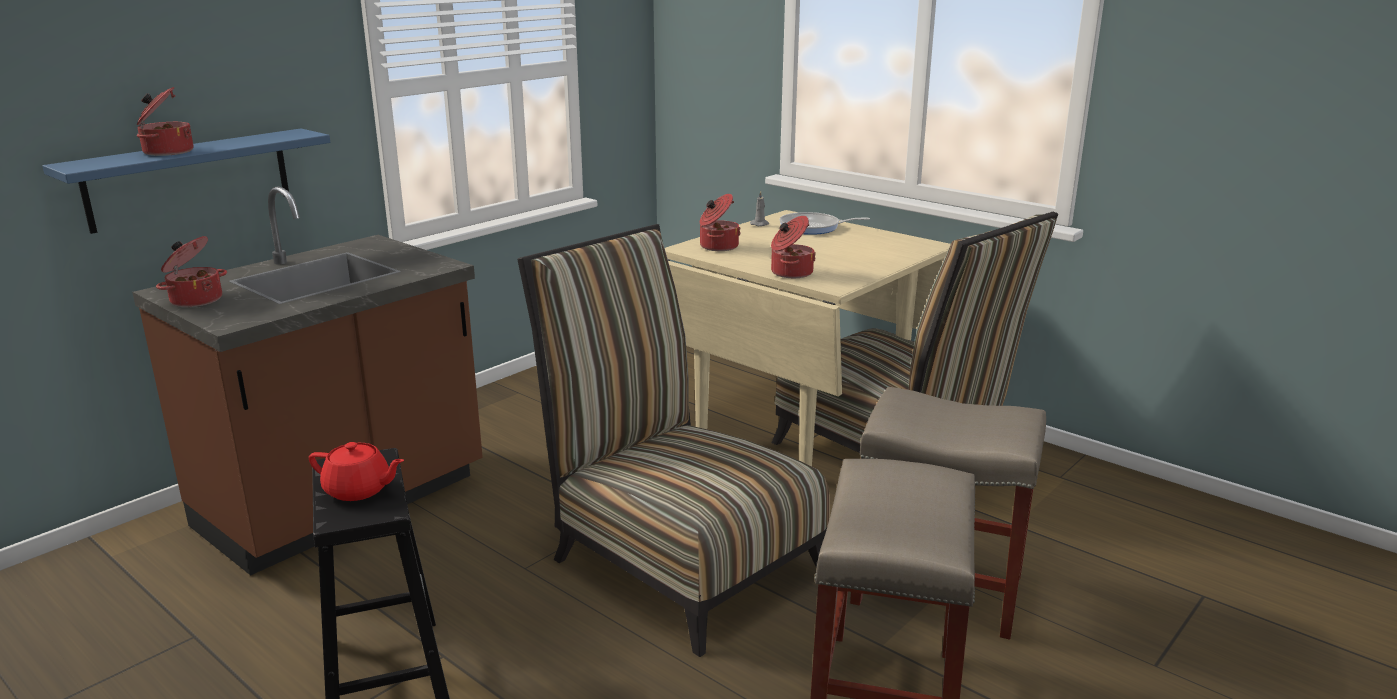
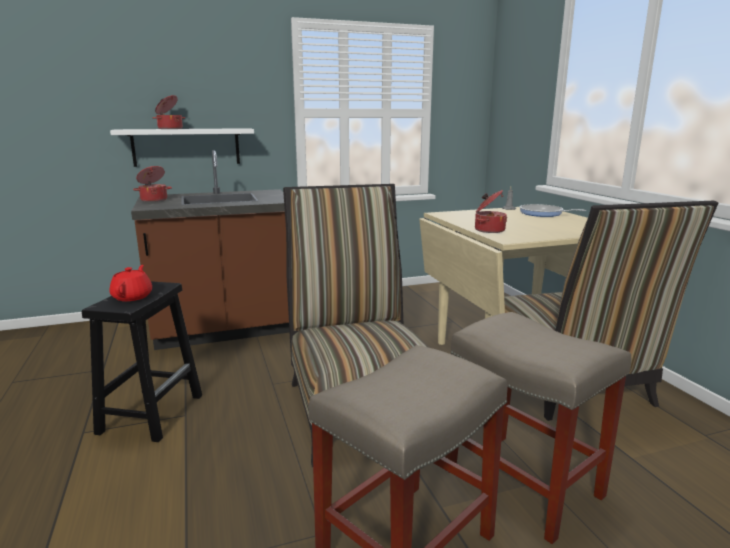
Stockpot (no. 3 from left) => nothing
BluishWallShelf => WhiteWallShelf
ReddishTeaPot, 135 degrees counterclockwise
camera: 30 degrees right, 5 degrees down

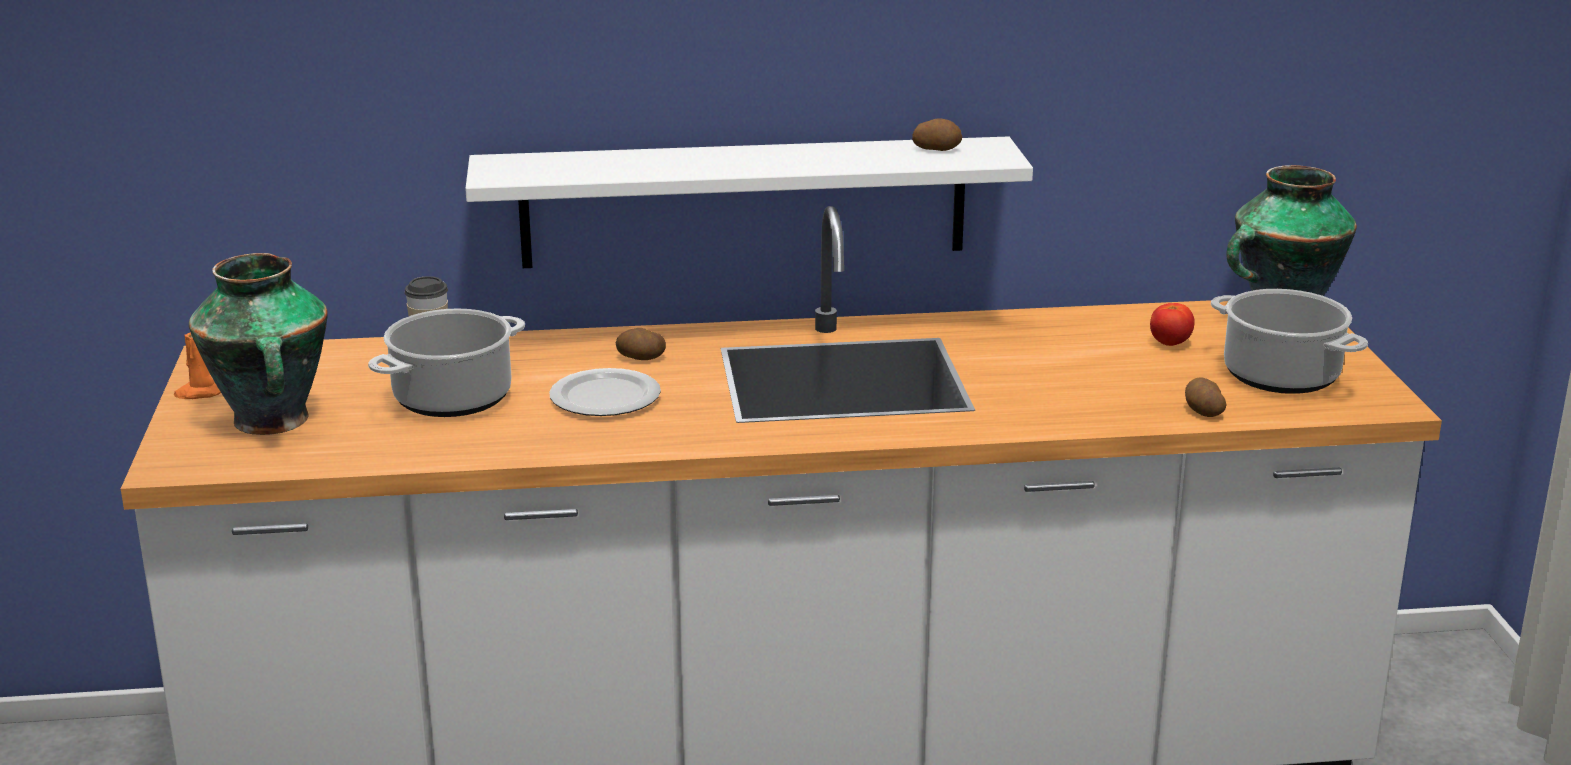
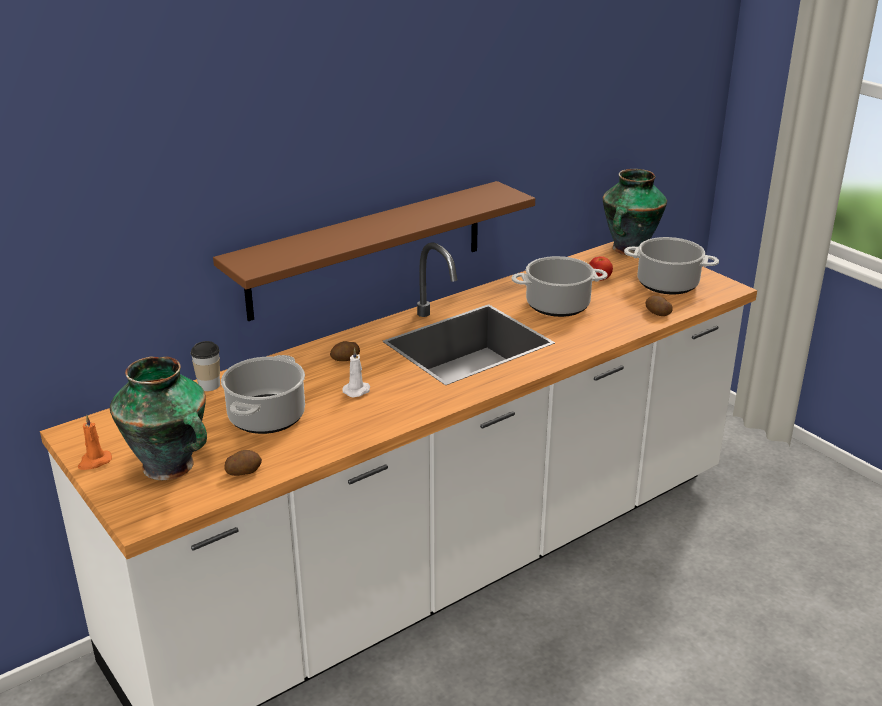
nothing => Stockpot (no. 2 from left)
WholePotato (no. 2 from left in the first image) => WholePotato (no. 1 from left), shifted
FlatDish => WhiteWaxCandle
WhiteWallShelf => BrownishWallShelf
camera: 30 degrees left, 5 degrees up

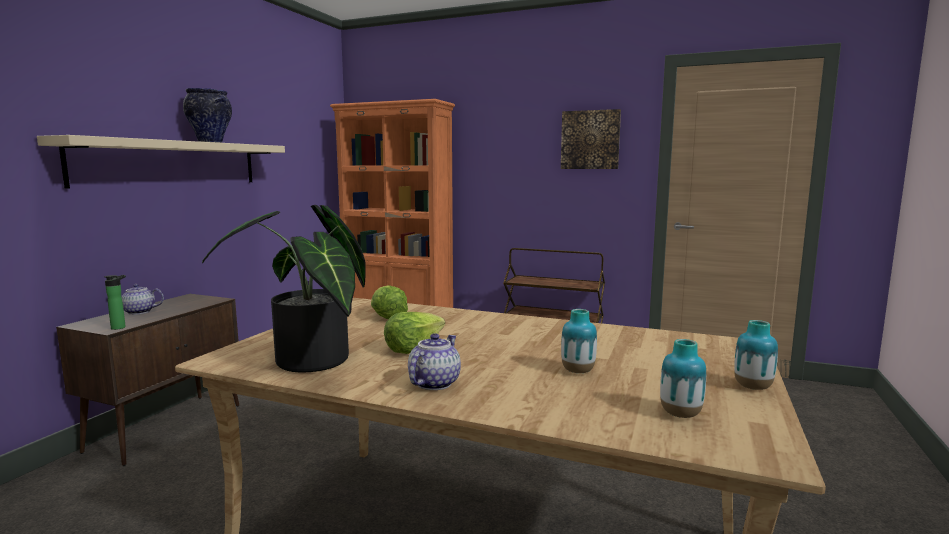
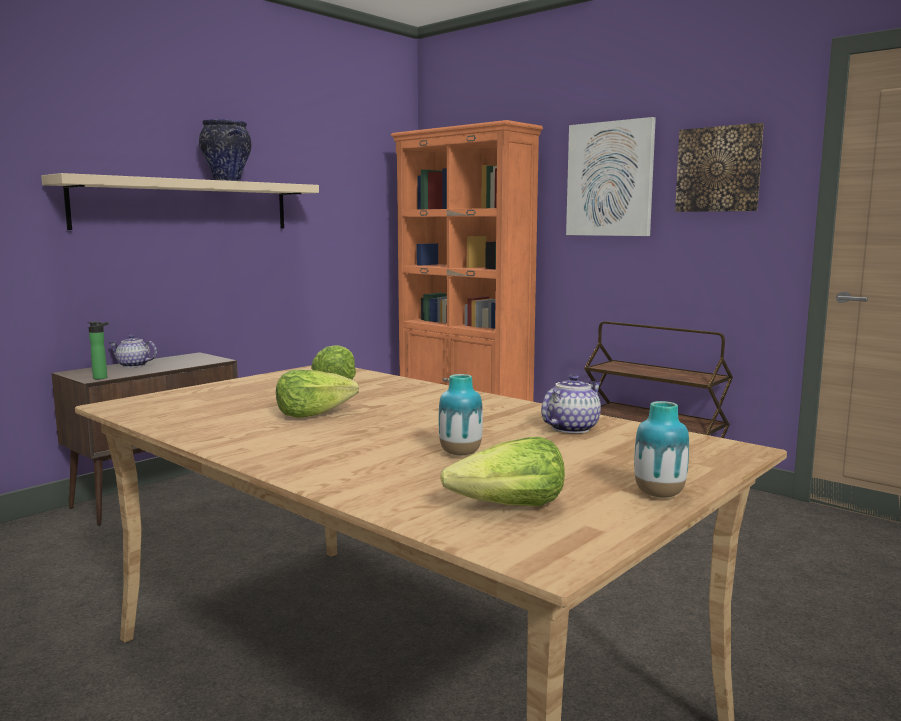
PottedPlant => nothing
nothing => Picture (no. 1 from left)
TeaPot (no. 2 from left), shifted
DecorativeVase (no. 3 from left) => Lettuce (no. 3 from left)
camera: 20 degrees right, 0 degrees up

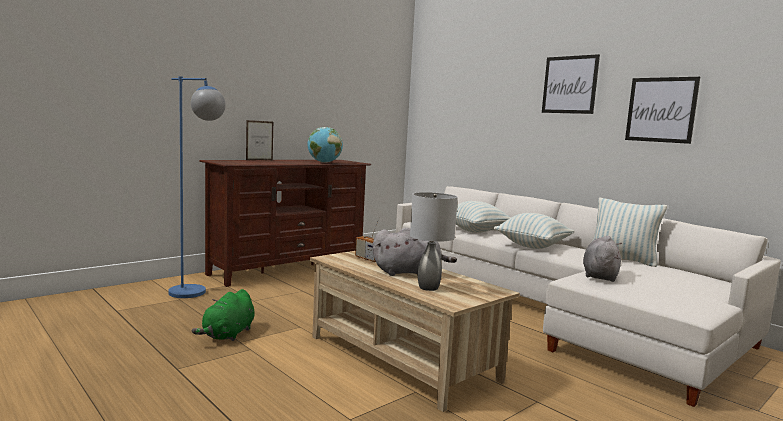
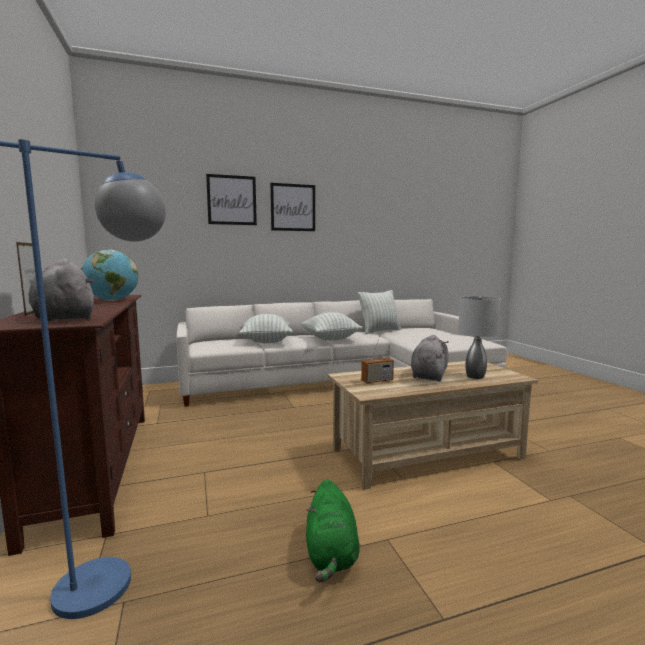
GreyCuddlyToy (no. 2 from left in the first image) => GreyCuddlyToy (no. 1 from left), shifted
Picture (no. 2 from left in the first image) => Picture (no. 1 from left), shifted
GreenColouredCuddlyToy, 45 degrees clockwise
camera: 65 degrees left, 0 degrees up

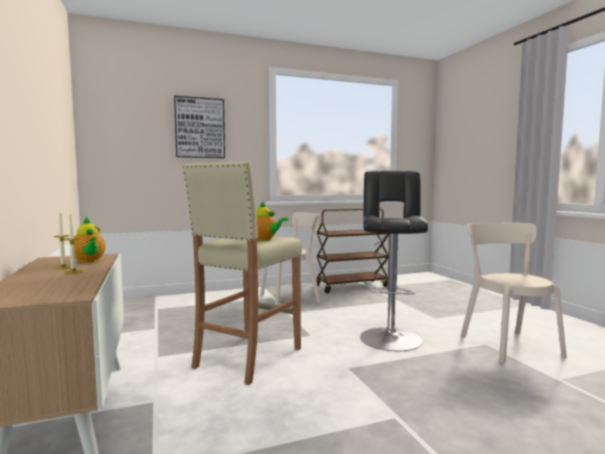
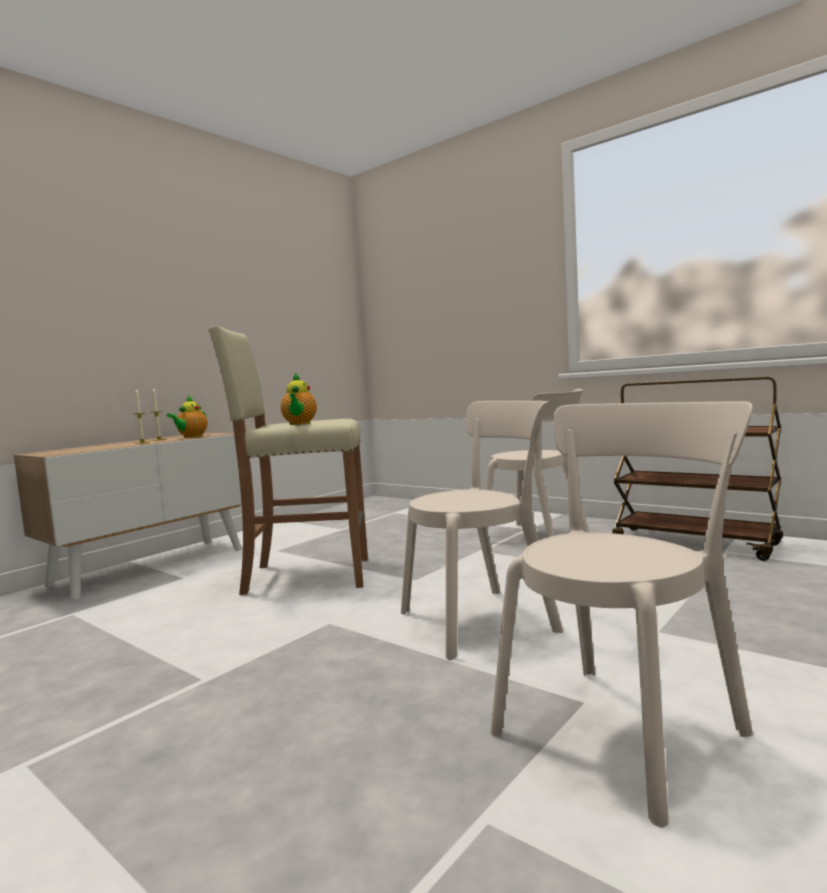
Picture => nothing
BlackColouredStoolSeat => SandColouredChair (no. 1 from left)
camera: 60 degrees right, 0 degrees up

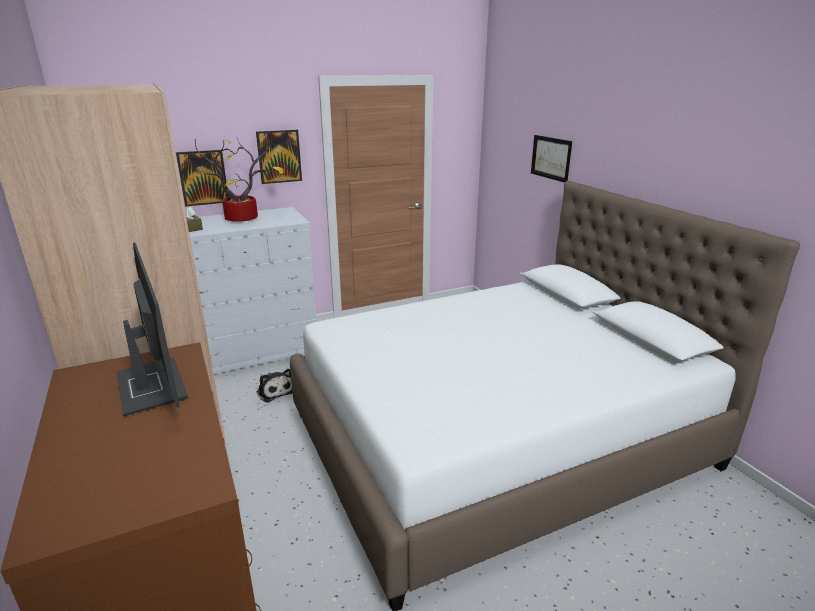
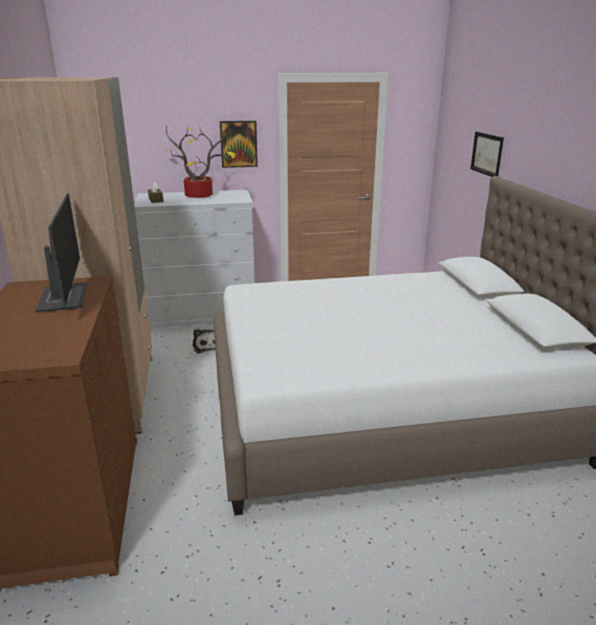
Picture (no. 1 from left) => nothing
camera: 15 degrees right, 0 degrees up

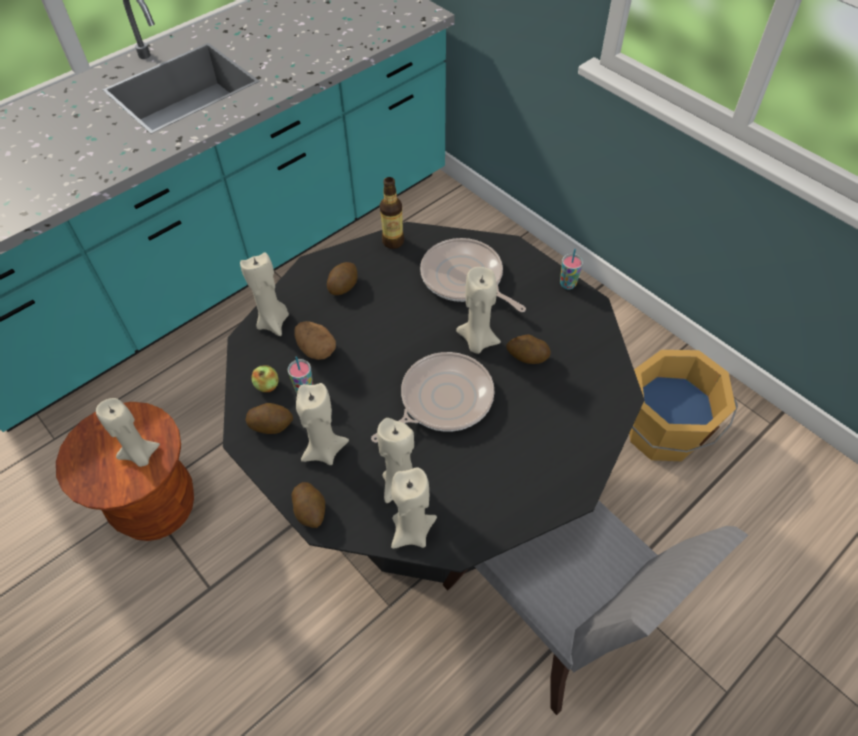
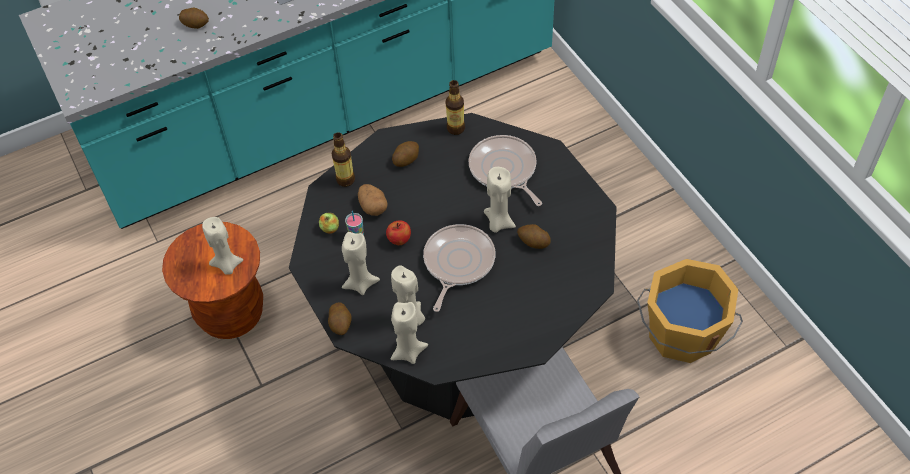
SmallCup (no. 2 from left) => nothing
nothing => Apple (no. 2 from left)
WholePotato (no. 1 from left), shifted
SandColouredWaxCandle (no. 2 from left) => Bottle (no. 1 from left)
FryingPan (no. 1 from left), 45 degrees counterclockwise
camera: 15 degrees right, 0 degrees up

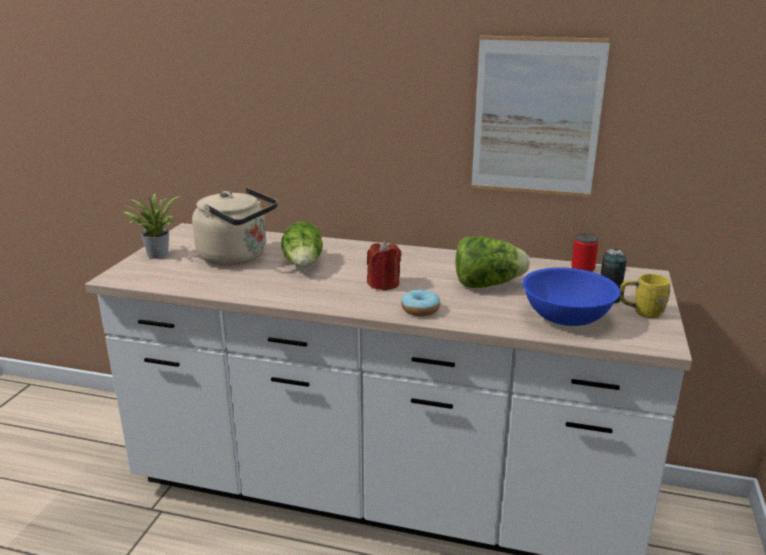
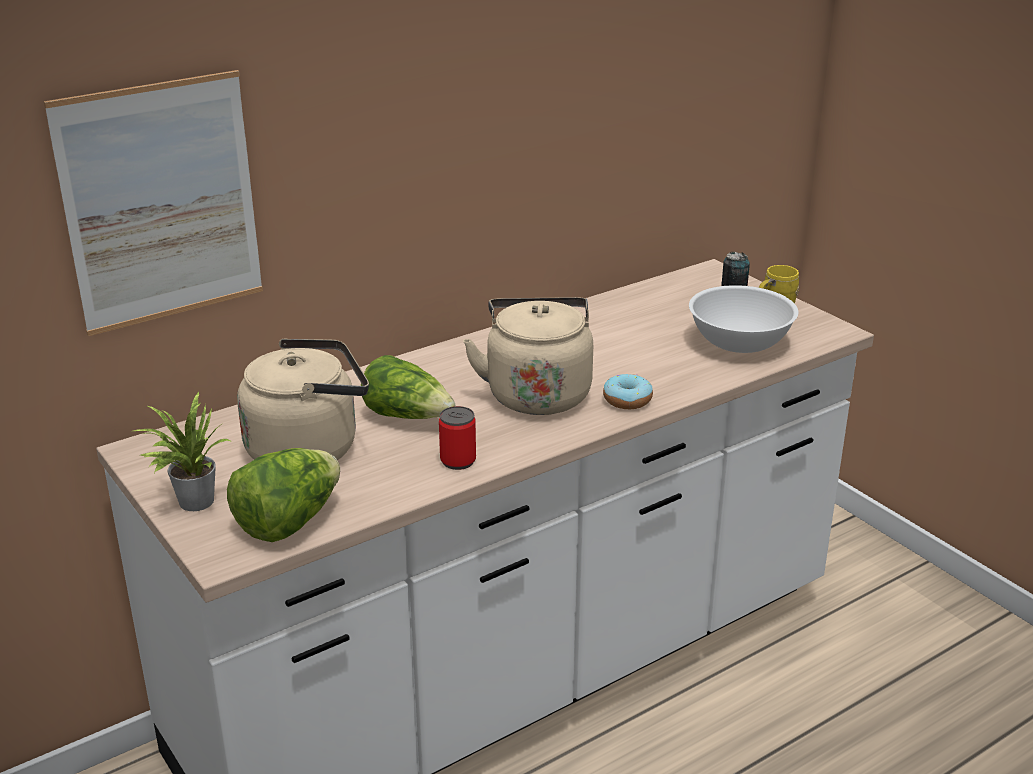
Lettuce (no. 2 from left in the first image) => Lettuce (no. 1 from left), shifted
Picture, shifted
SealedCan (no. 1 from left), shifted
ReddishWaxCandle => SandColouredTeaKettle (no. 2 from left)
BluishDeepDish => WhiteDeepDish
camera: 50 degrees left, 5 degrees up

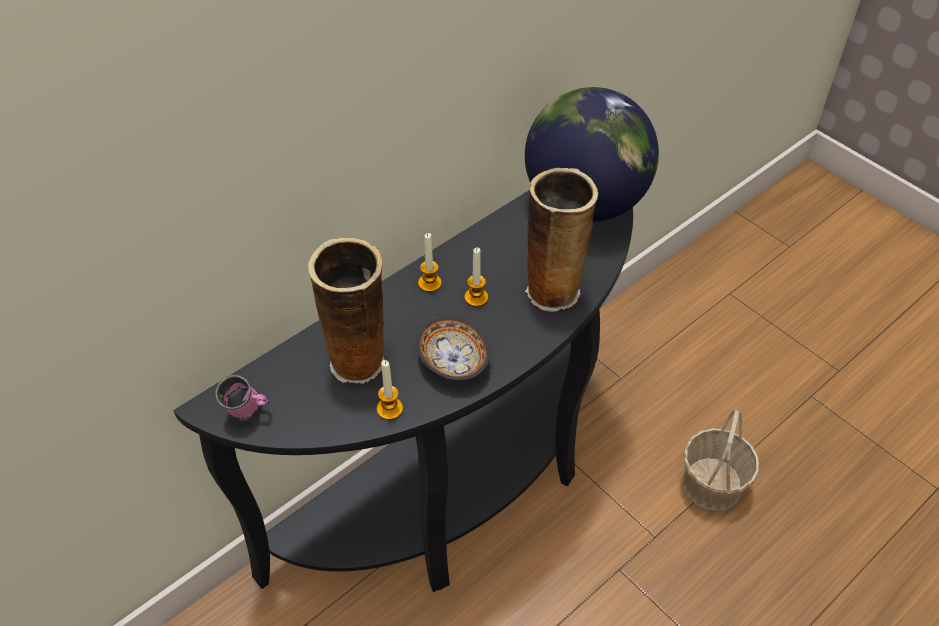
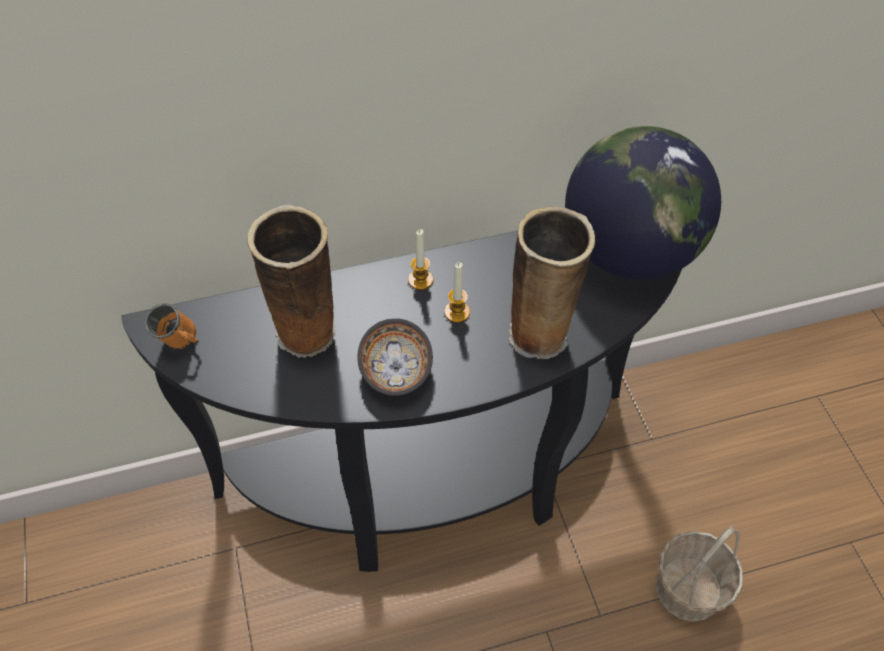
WaxCandle (no. 1 from left) => nothing
PinkishCoffeeMug => OrangeCoffeeMug
camera: 25 degrees right, 5 degrees up

